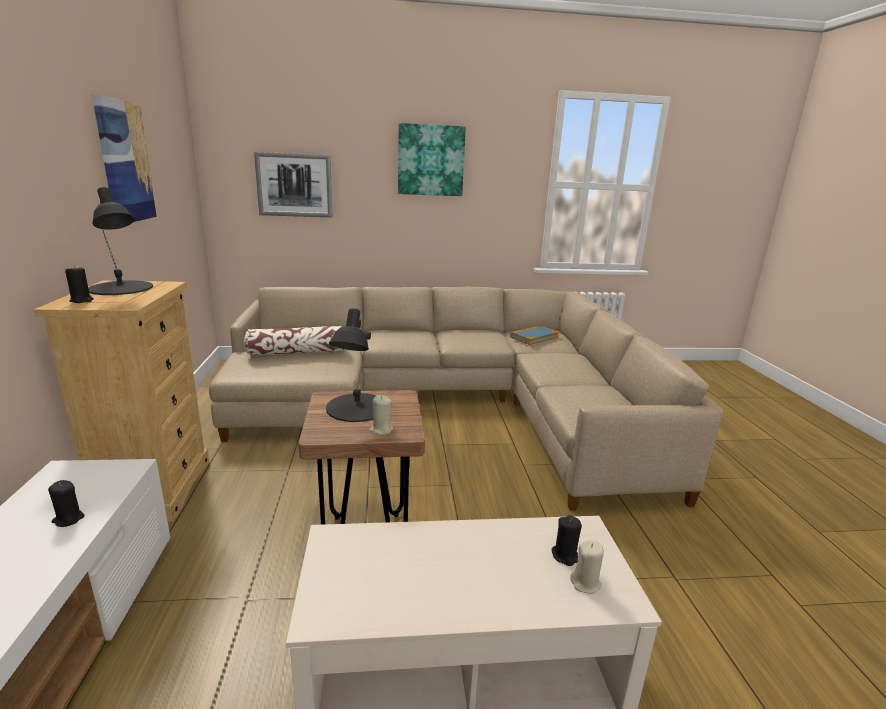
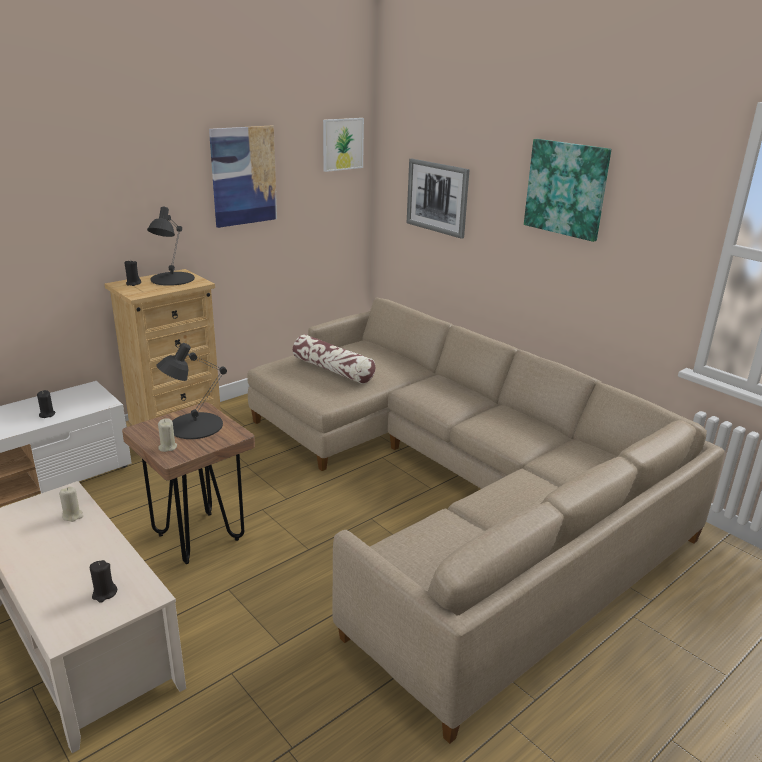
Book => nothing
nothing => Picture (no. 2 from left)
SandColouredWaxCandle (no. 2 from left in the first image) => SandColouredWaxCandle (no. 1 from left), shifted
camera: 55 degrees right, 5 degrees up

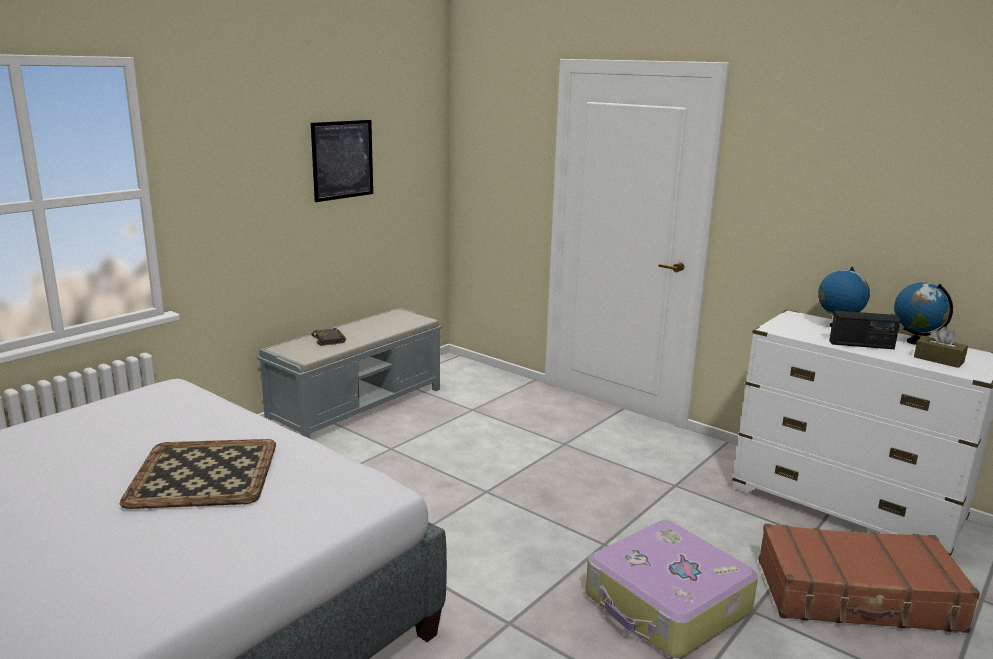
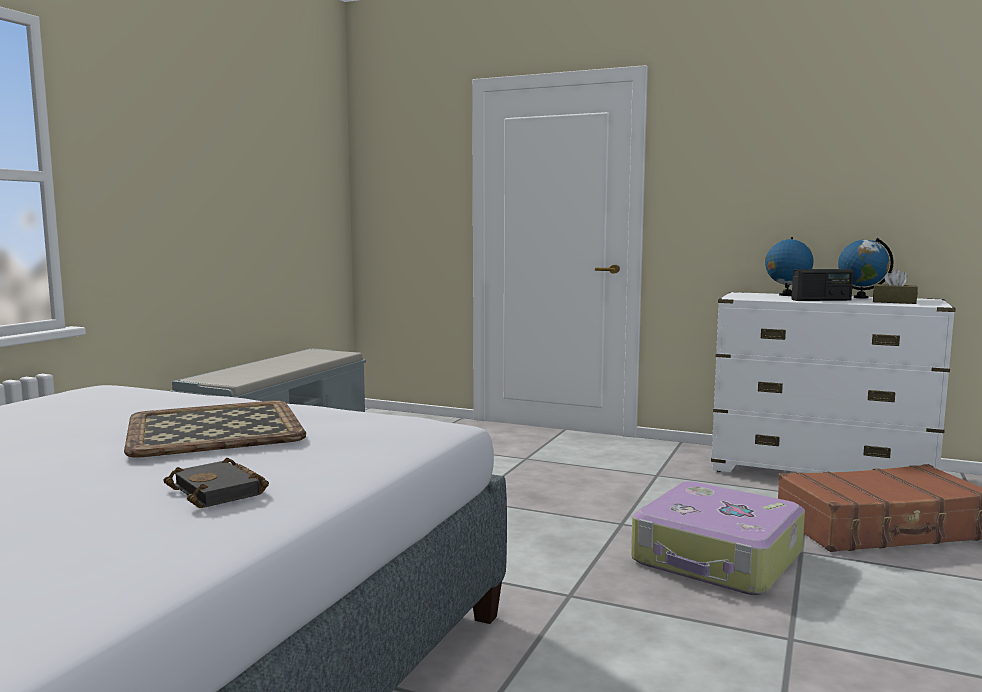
Picture => nothing
BlackColouredBook, shifted
camera: 15 degrees left, 10 degrees down

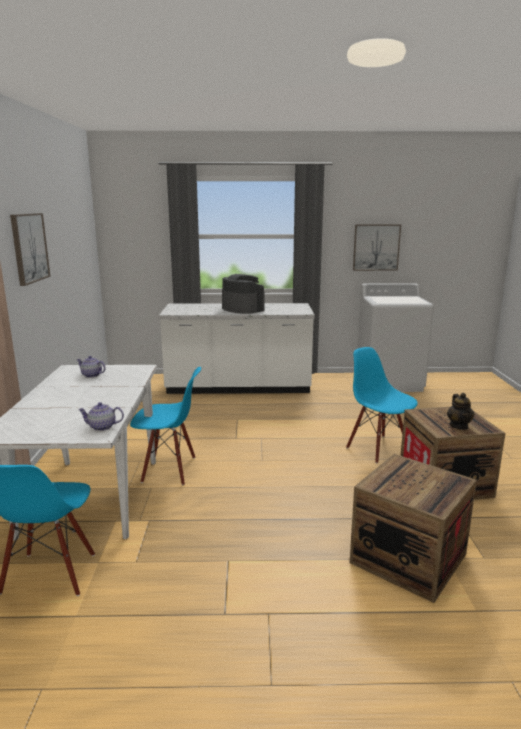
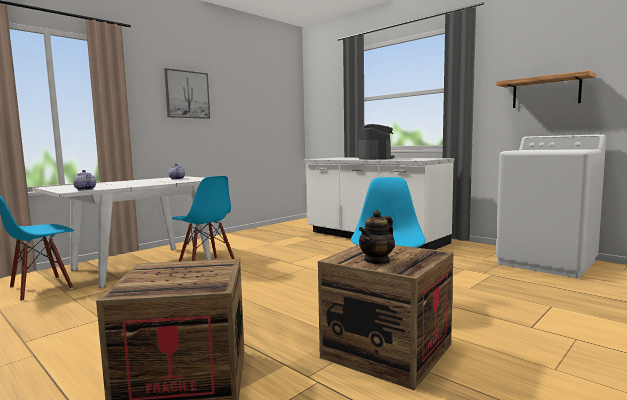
Picture (no. 2 from left) => WallShelf
camera: 45 degrees right, 10 degrees down

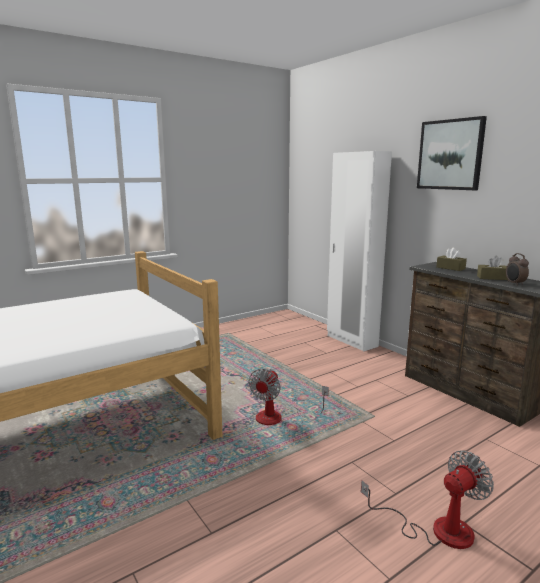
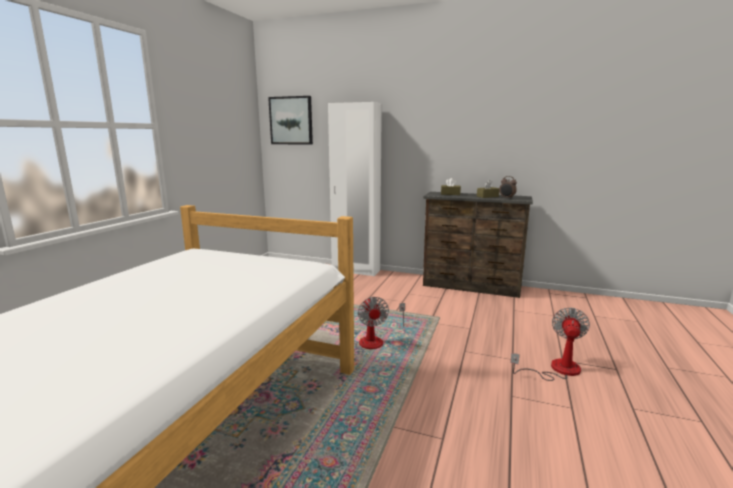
Picture, shifted
camera: 35 degrees left, 0 degrees up

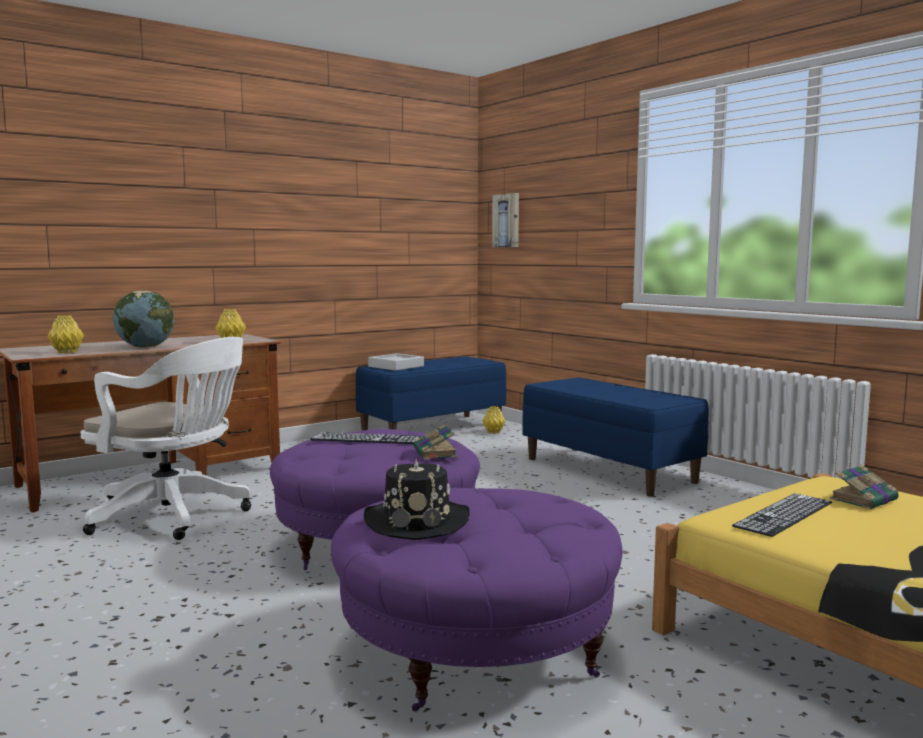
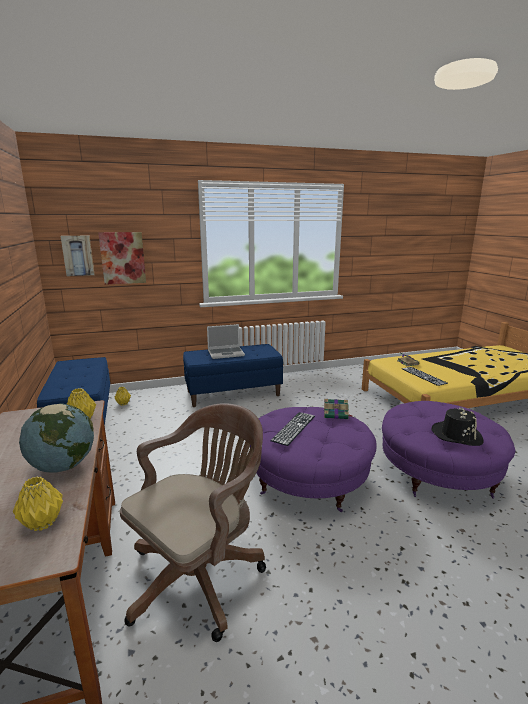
GreyServingTray => nothing
nothing => Picture (no. 2 from left)
nothing => NotebookComputer
WhiteComputerChair => BrownishComputerChair
camera: 70 degrees left, 10 degrees up

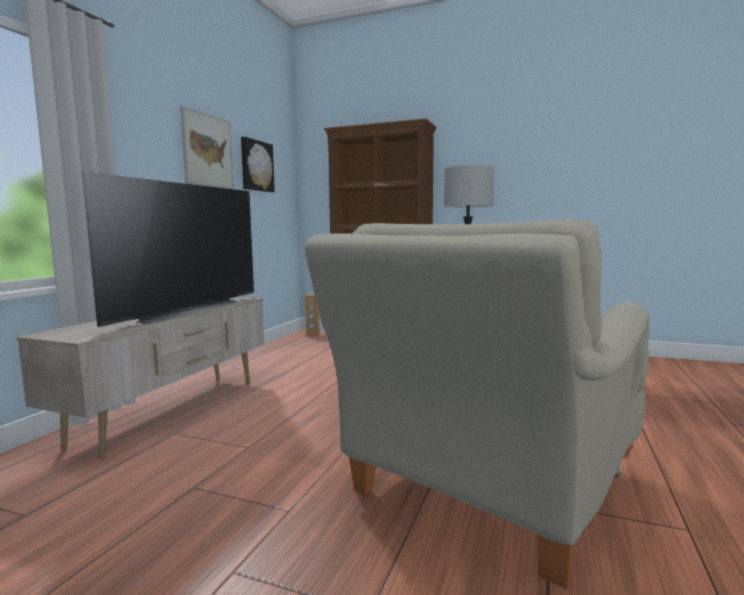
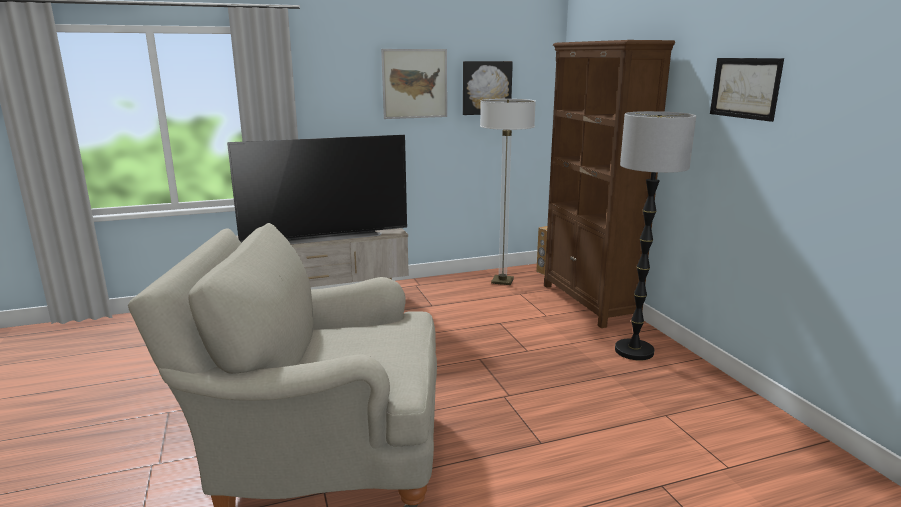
nothing => StandingLamp (no. 1 from left)
nothing => Picture (no. 3 from left)
camera: 50 degrees right, 10 degrees up

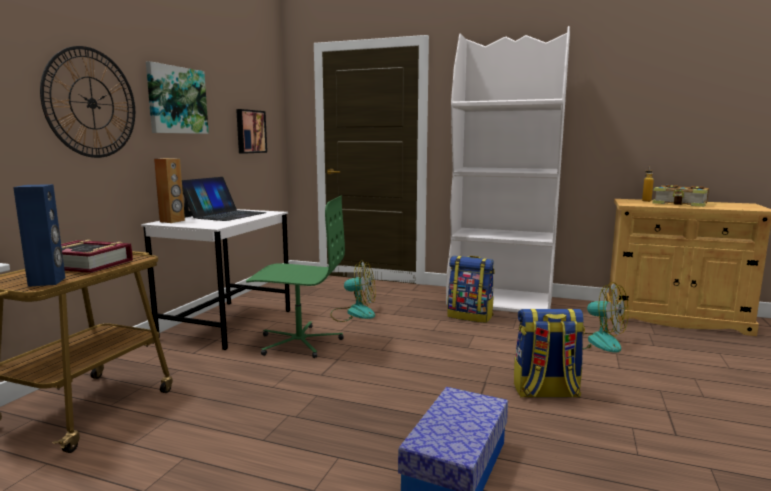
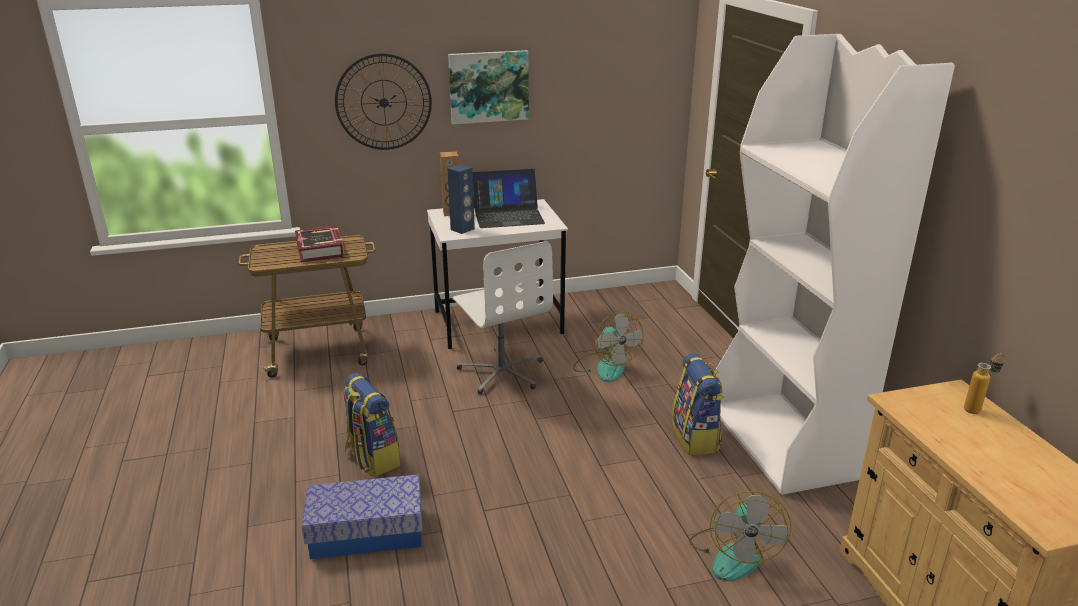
Picture (no. 2 from left) => nothing
Book (no. 2 from left) => nothing
BluishSpeaker, shifted
Knapsack (no. 2 from left in the first image) => Knapsack (no. 1 from left), shifted
GreenColouredComputerChair => WhiteComputerChair
camera: 55 degrees right, 15 degrees up

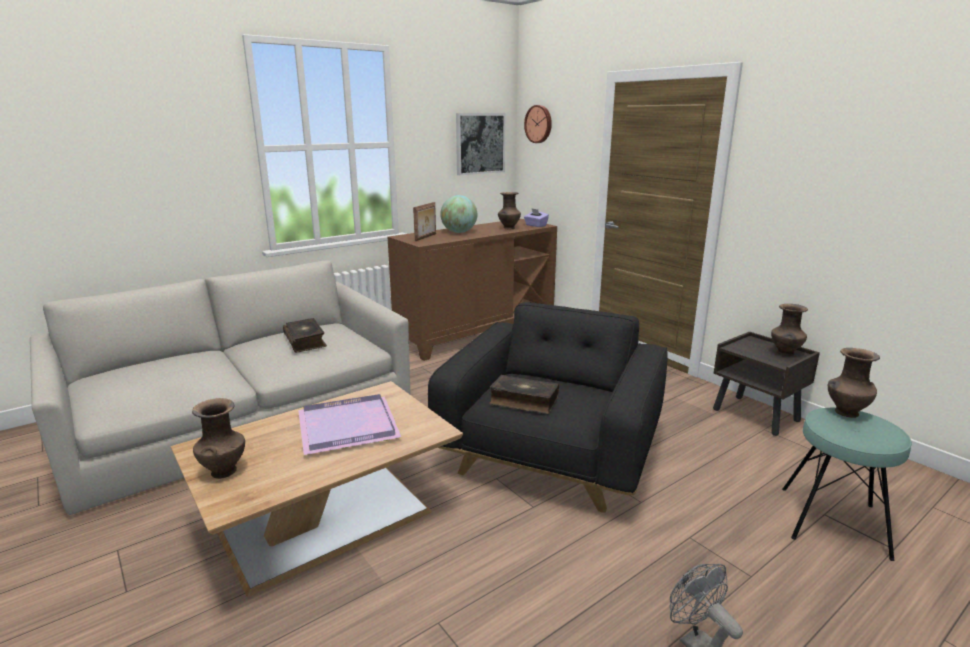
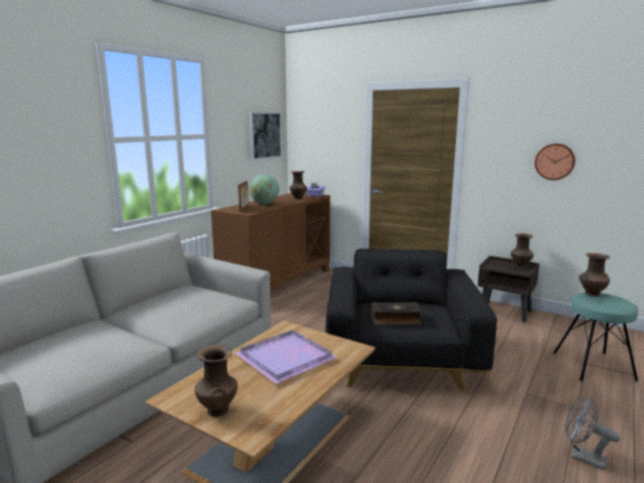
Book (no. 1 from left) => nothing
ClockOnTheWall, shifted
camera: 20 degrees left, 5 degrees down

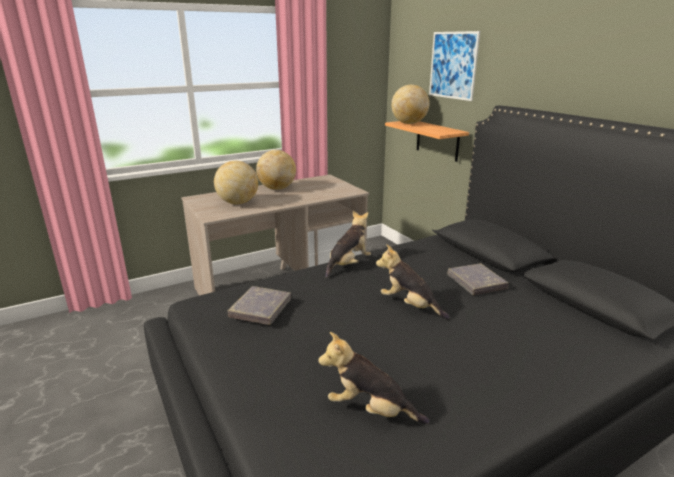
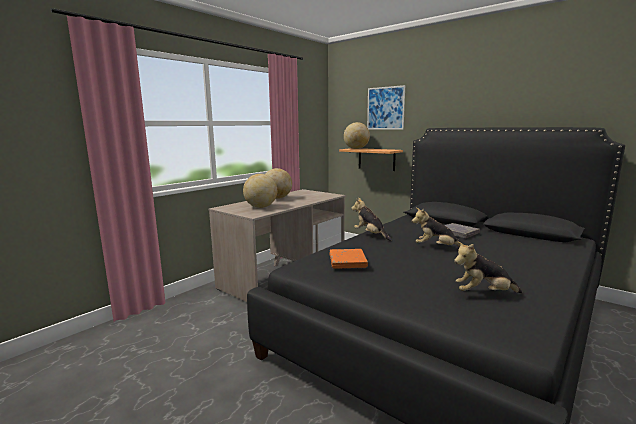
GreyBook (no. 1 from left) => OrangeBook
CuddlyToy (no. 1 from left), 60 degrees counterclockwise
camera: 20 degrees left, 10 degrees down

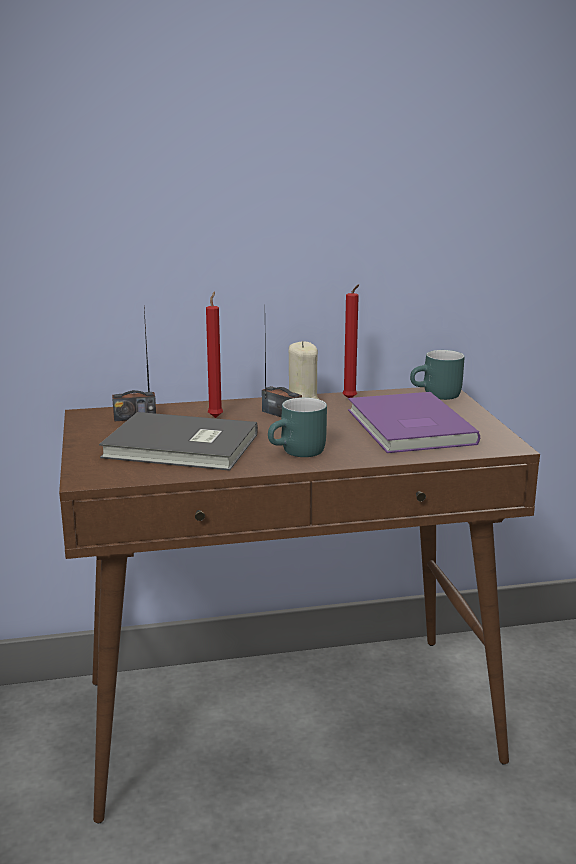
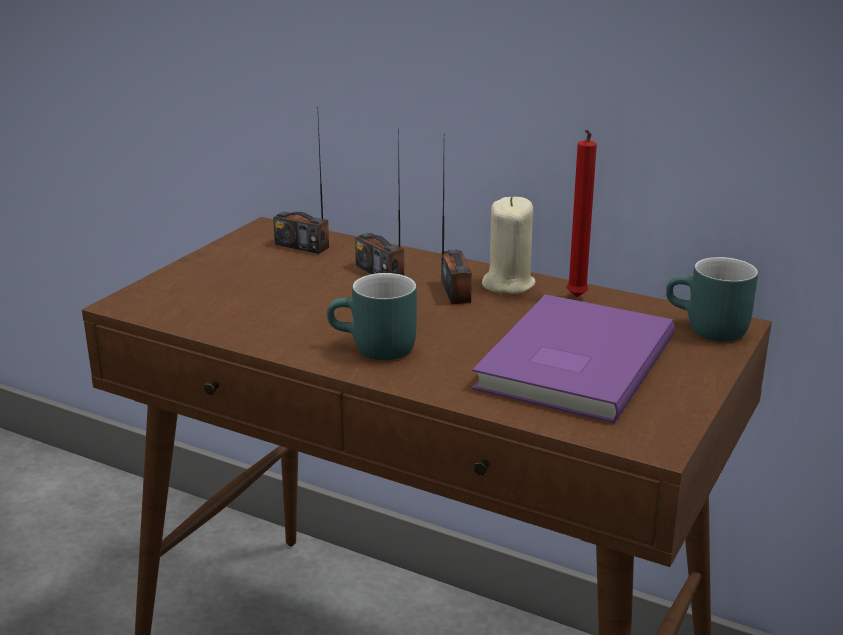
GreyBook => nothing
ReddishWaxCandle (no. 1 from left) => Radio (no. 2 from left)
camera: 40 degrees right, 5 degrees up

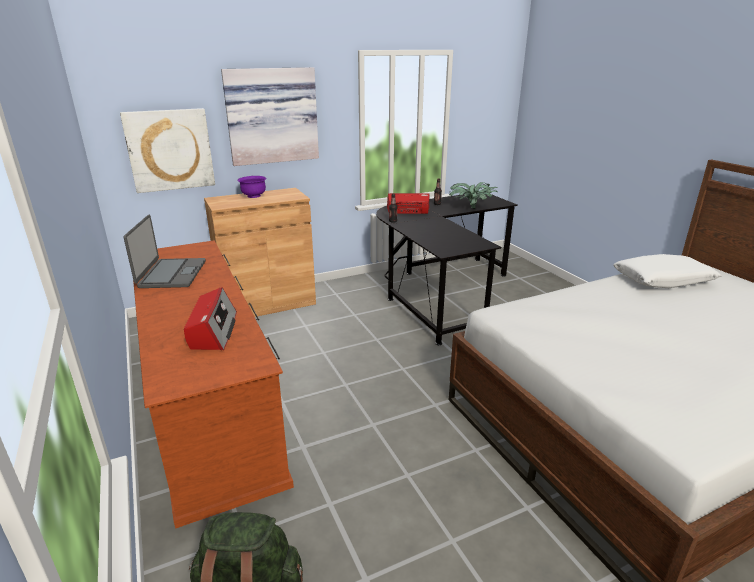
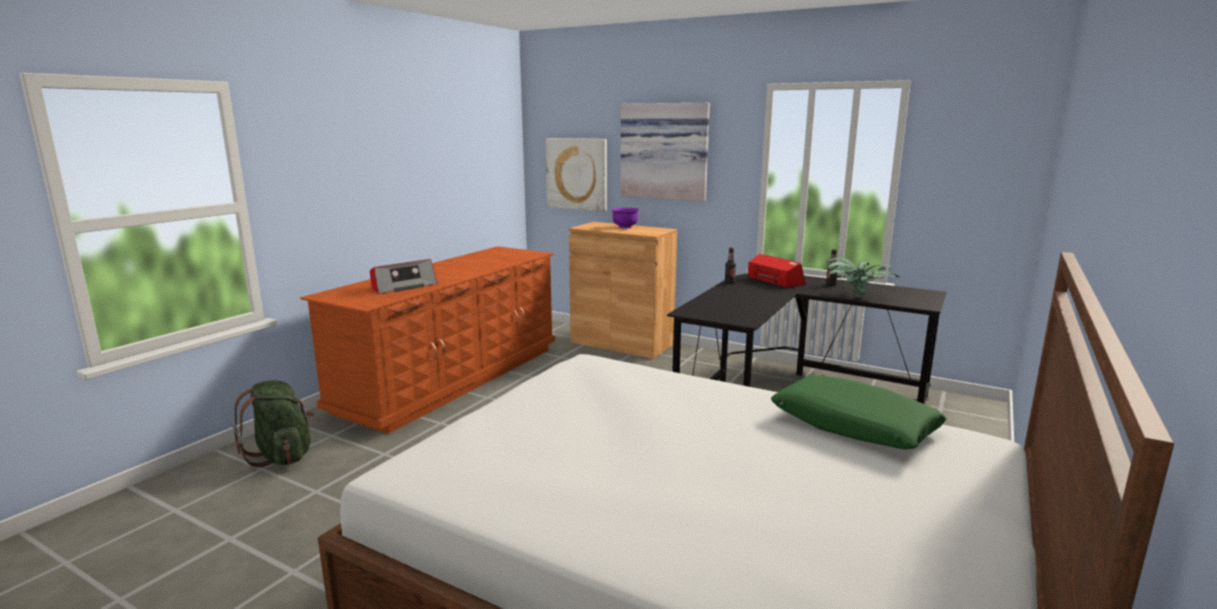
NotebookComputer => nothing
WhitePillow => GreenColouredPillow
camera: 55 degrees right, 10 degrees down

